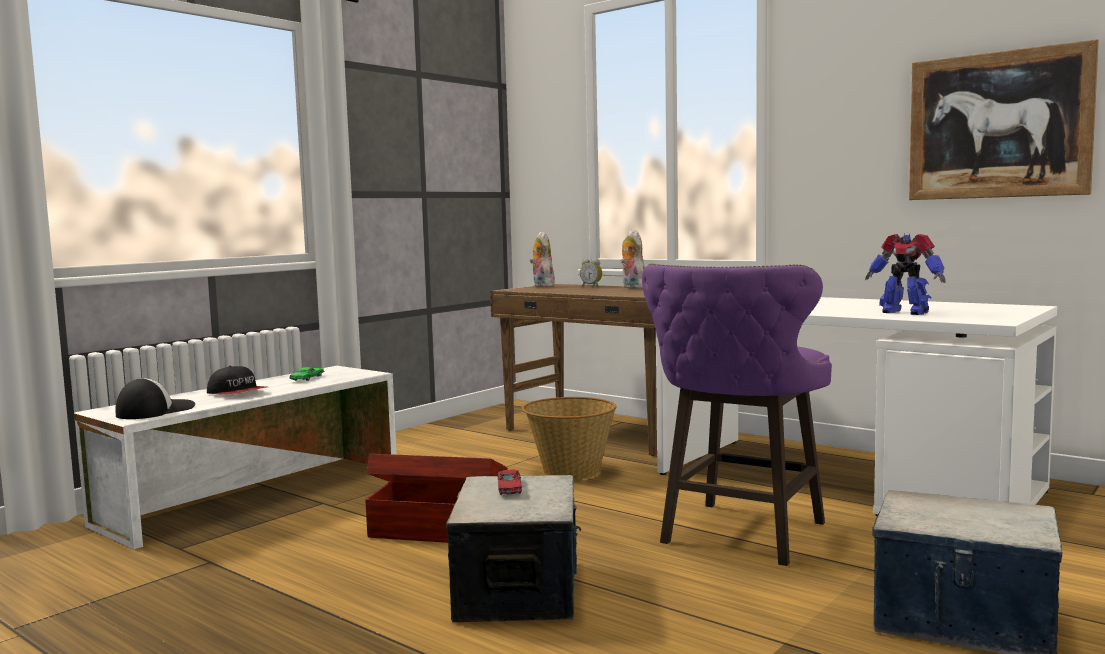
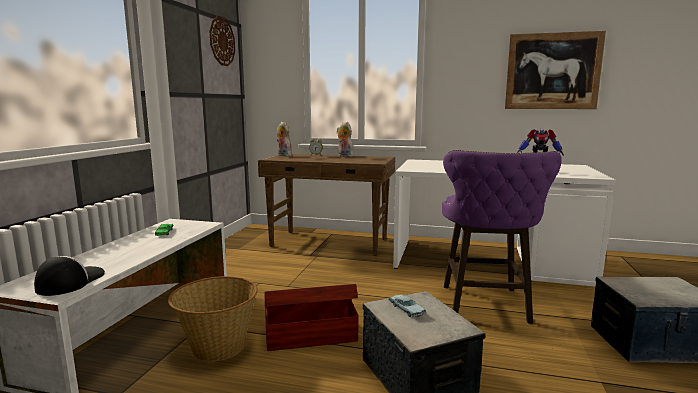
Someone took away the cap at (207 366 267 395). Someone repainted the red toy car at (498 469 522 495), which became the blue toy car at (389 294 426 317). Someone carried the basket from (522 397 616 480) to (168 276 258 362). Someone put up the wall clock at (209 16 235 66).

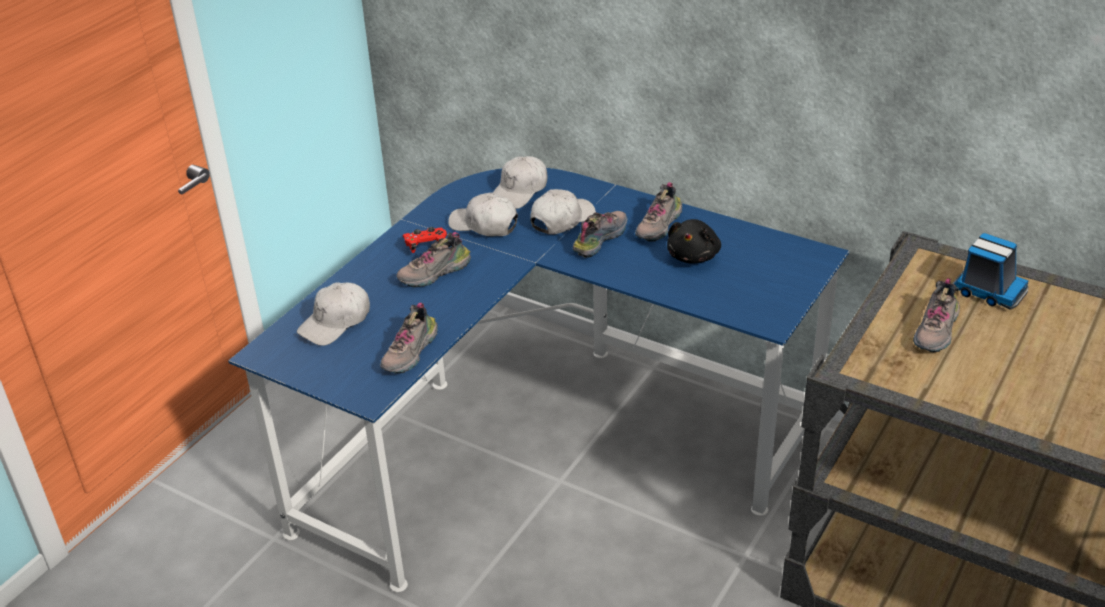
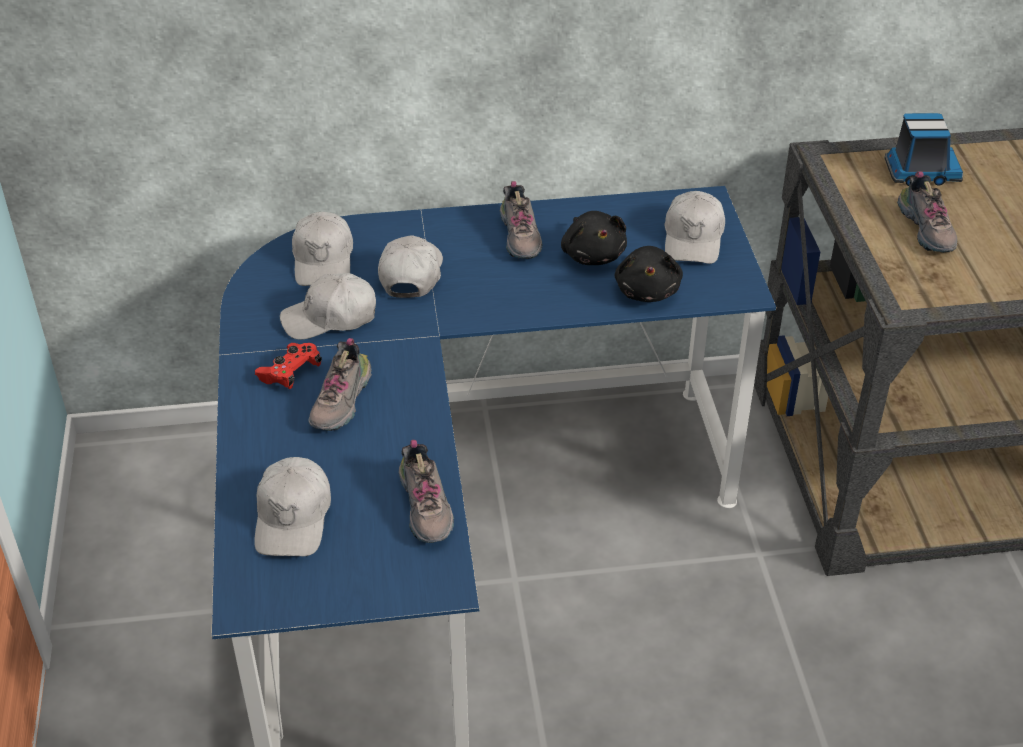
Someone took away the shoe at (573 211 628 258). Someone put down the black plush toy at (615 246 683 302). Someone put down the white cap at (664 191 725 264).

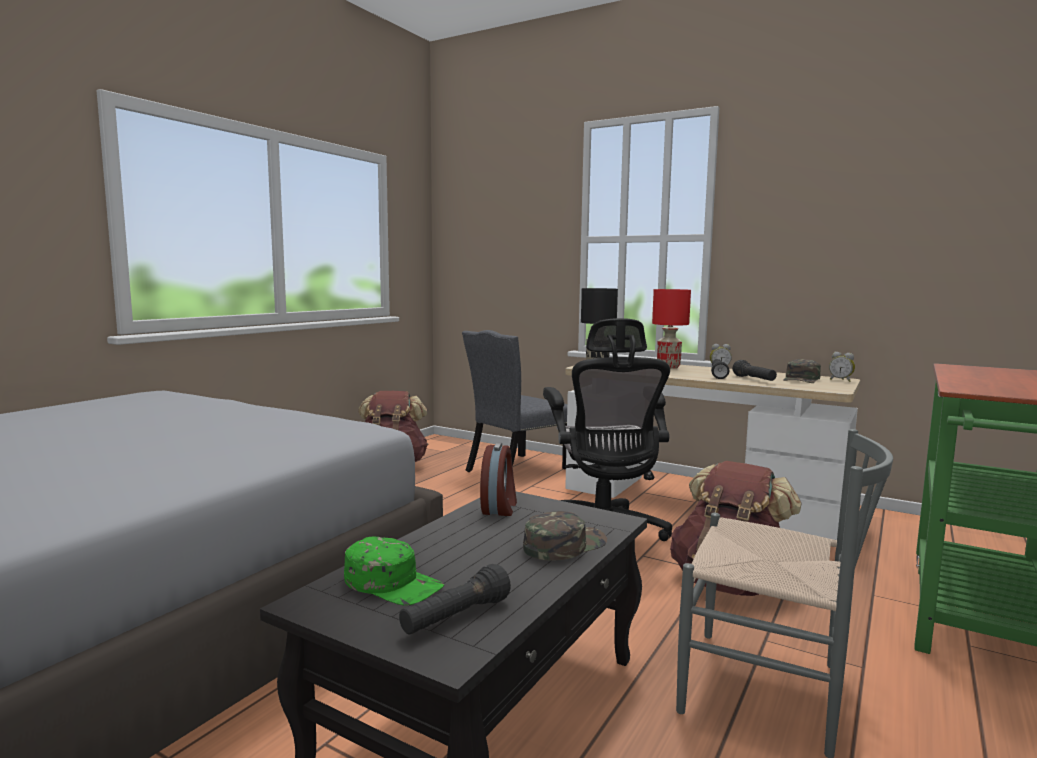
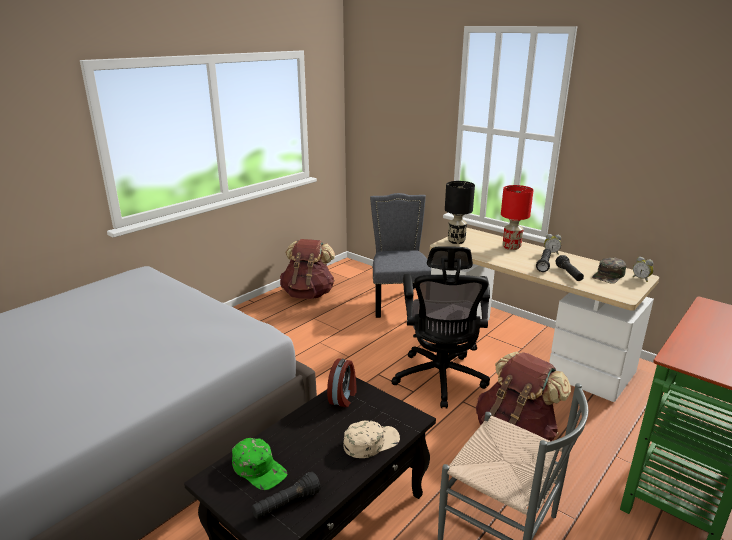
Someone rotated the grey chair at (462 330 567 472) by 120 degrees clockwise. Someone repainted the green cap at (523 511 607 560), which became the beige cap at (343 420 400 458).

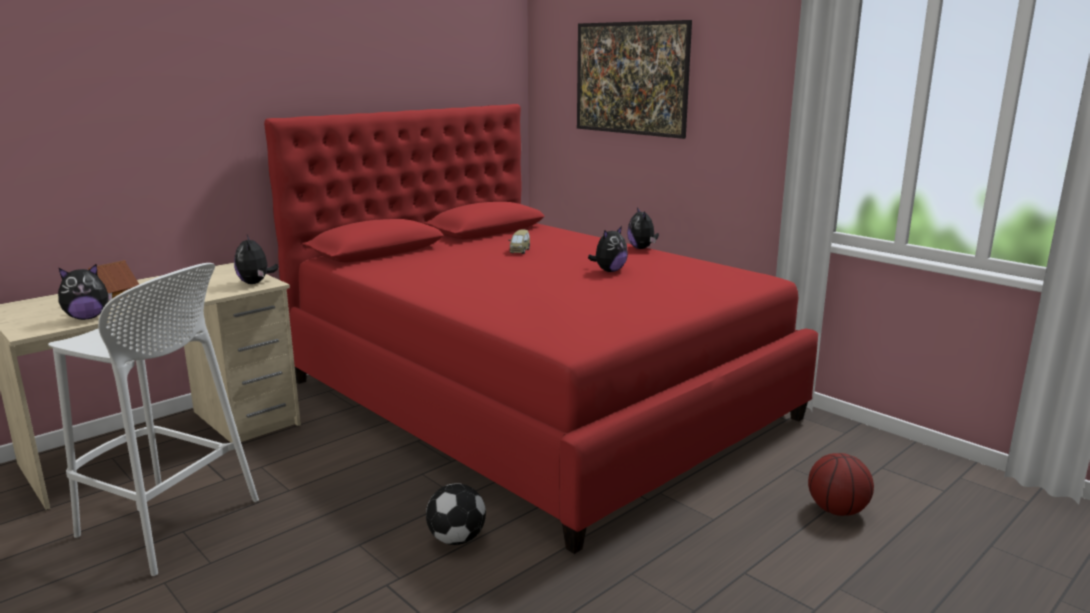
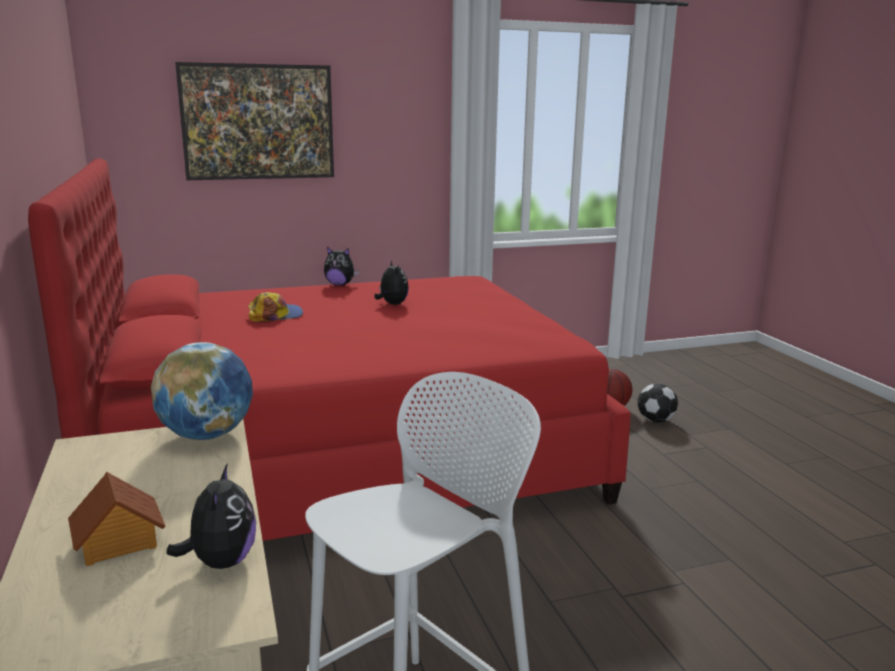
Someone swapped the plush toy at (234 235 279 284) for the globe at (151 342 253 440). Someone carried the football from (426 483 486 545) to (637 383 678 423). Someone swapped the toy car at (508 230 530 254) for the cap at (248 292 303 322).

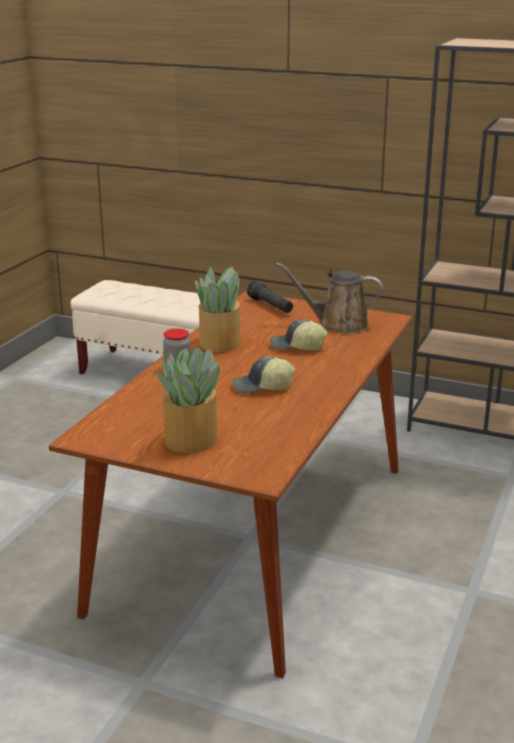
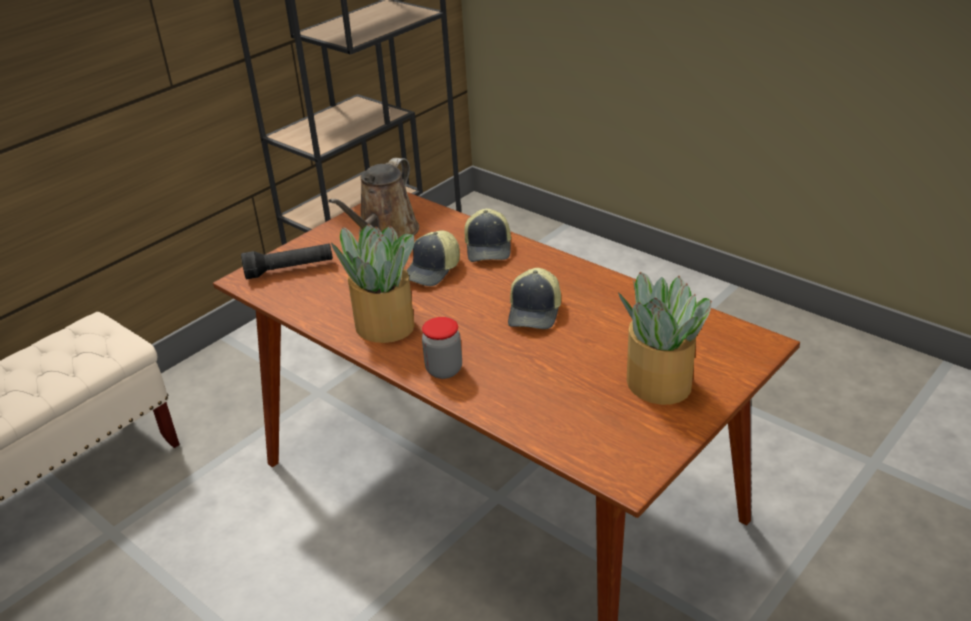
Someone put down the cap at (464 209 512 262).

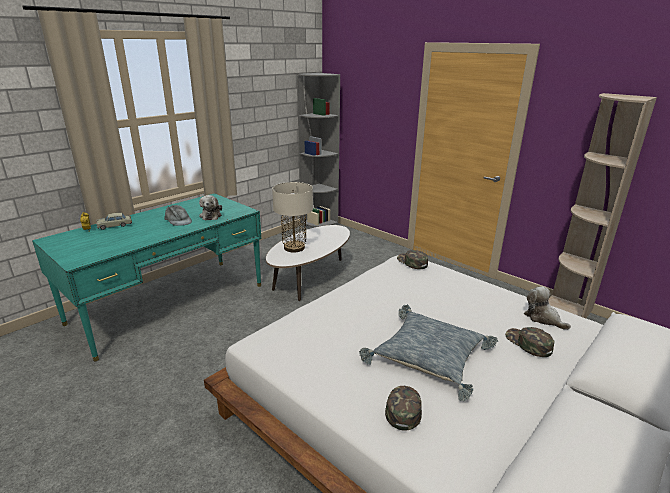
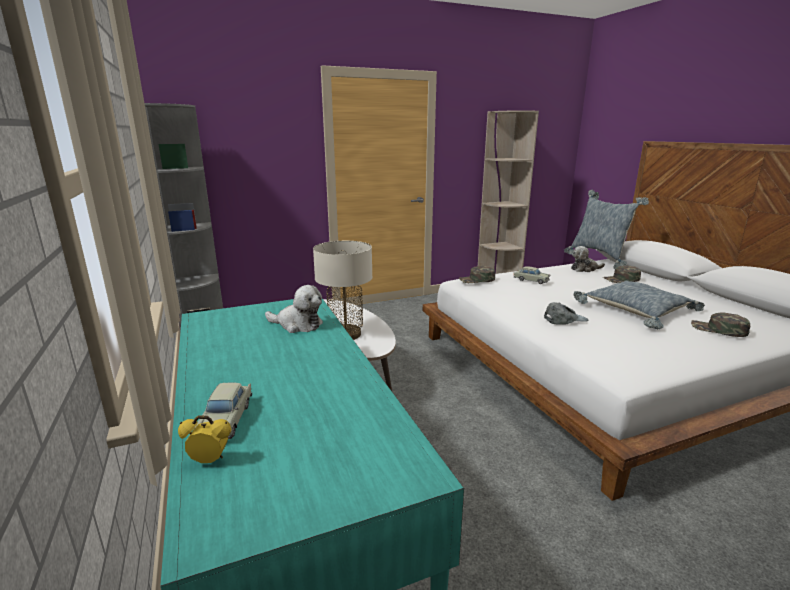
Someone carried the grey cap from (164 205 192 226) to (544 302 588 325). Someone put down the beige toy car at (514 266 550 284). Someone put down the pillow at (564 190 649 269).

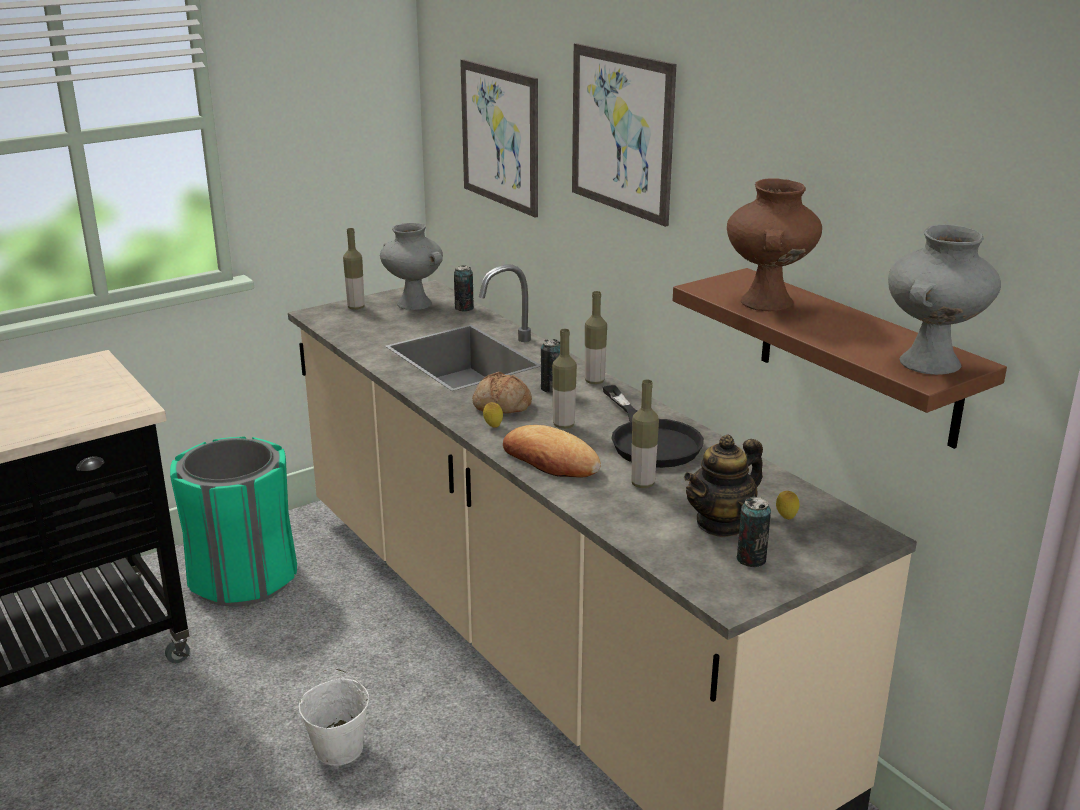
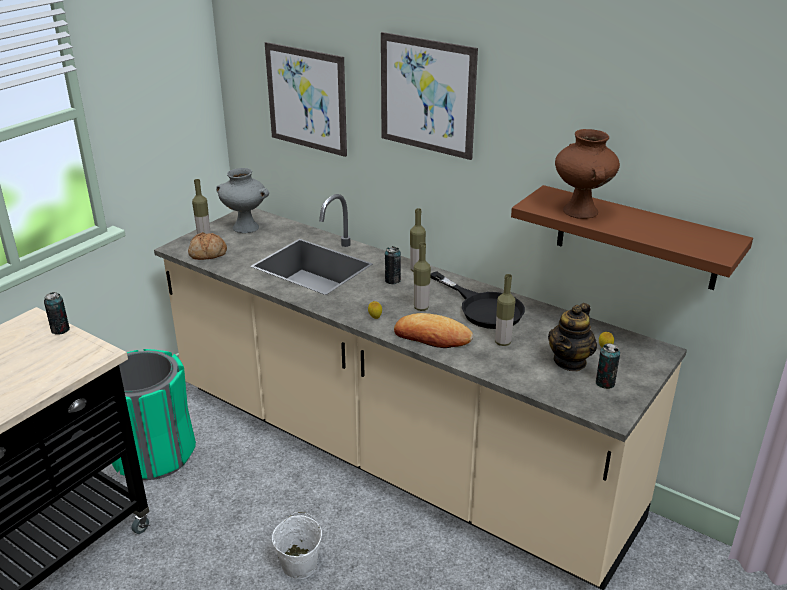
Someone carried the can from (454 265 474 312) to (44 292 70 334). Someone carried the bread from (472 372 532 414) to (188 232 227 260). Someone took away the grey vase at (888 224 1001 375).

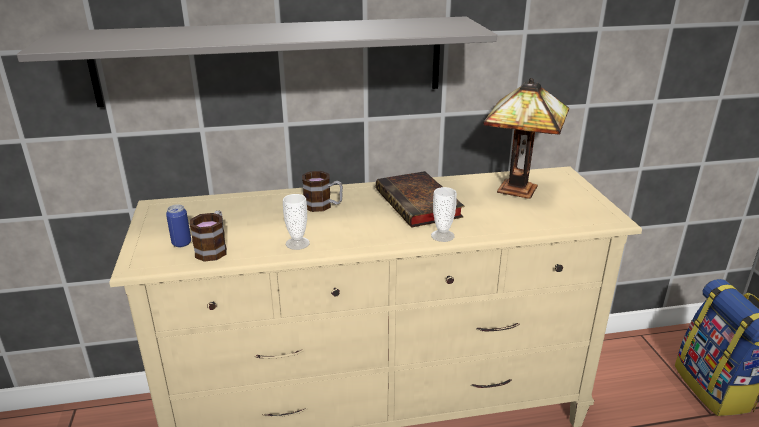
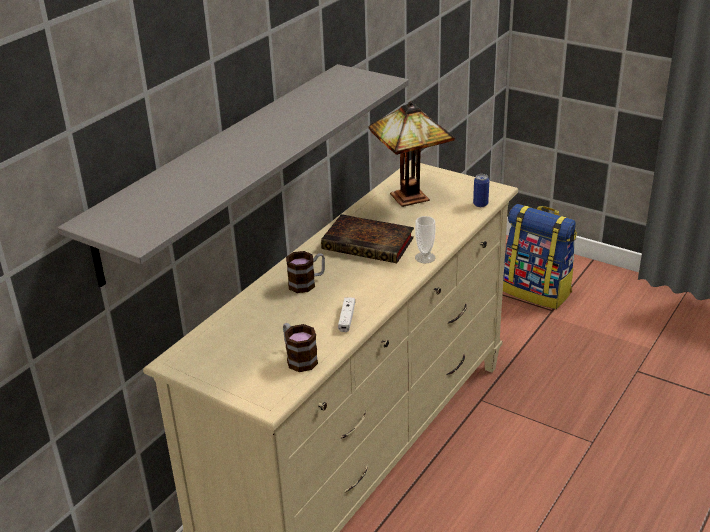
Someone carried the can from (166 204 191 247) to (473 174 489 207). Someone swapped the cup at (283 194 310 250) for the white game controller at (338 297 355 332).

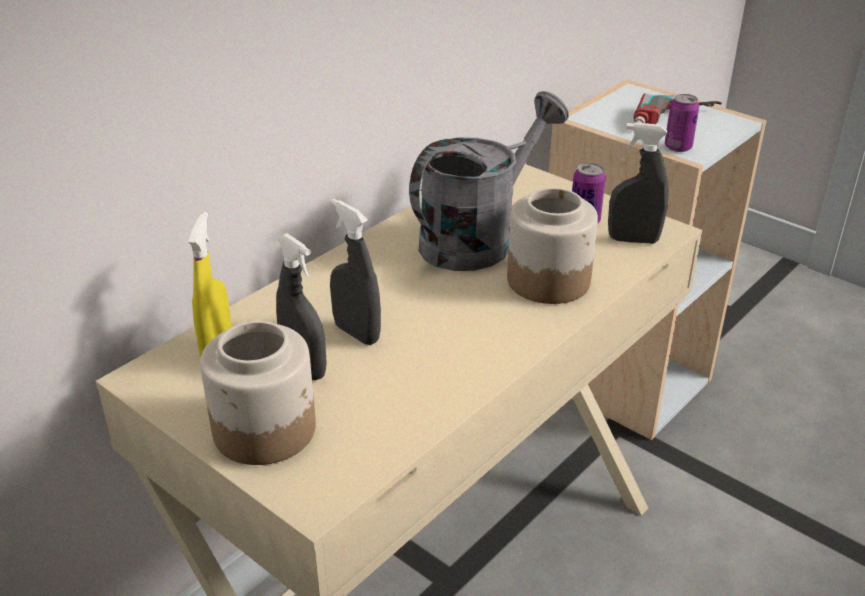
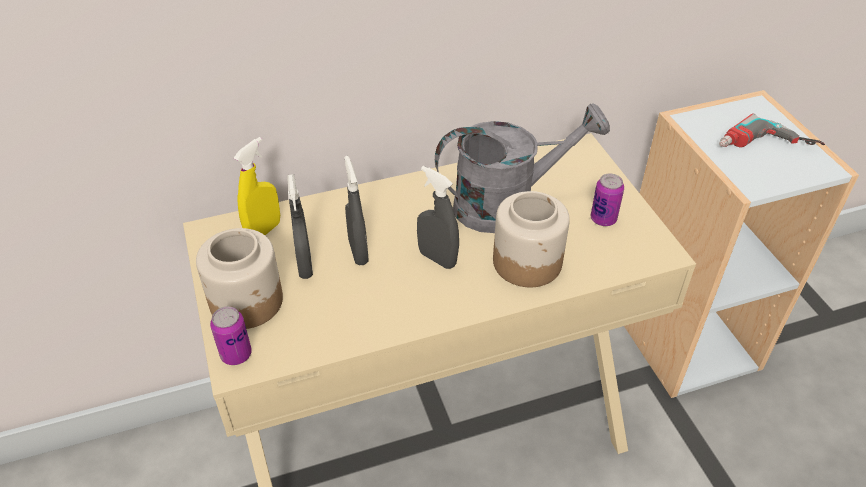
Someone carried the grey spray bottle from (608 122 669 244) to (417 166 459 269). Someone carried the can from (665 94 699 152) to (210 306 252 365).

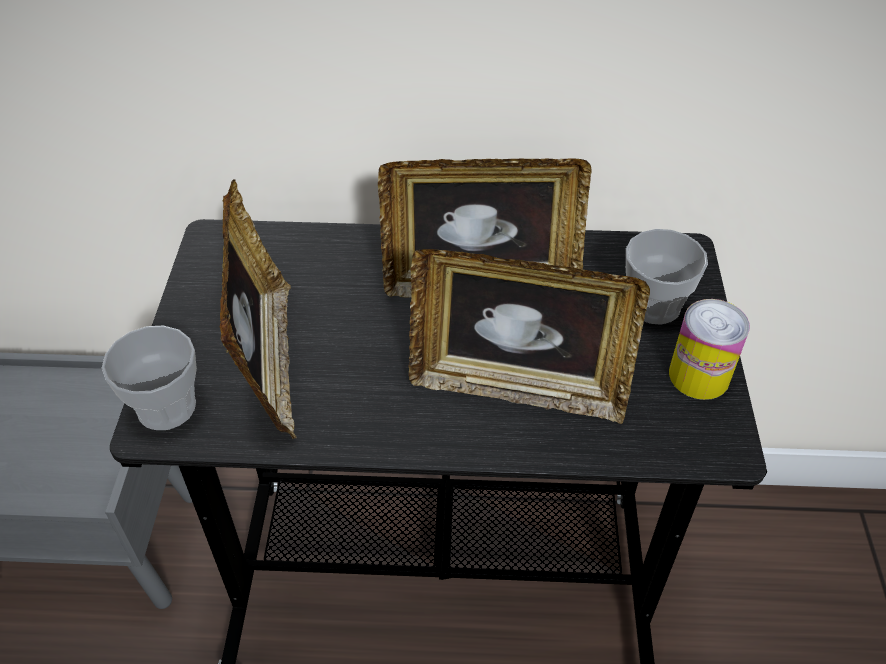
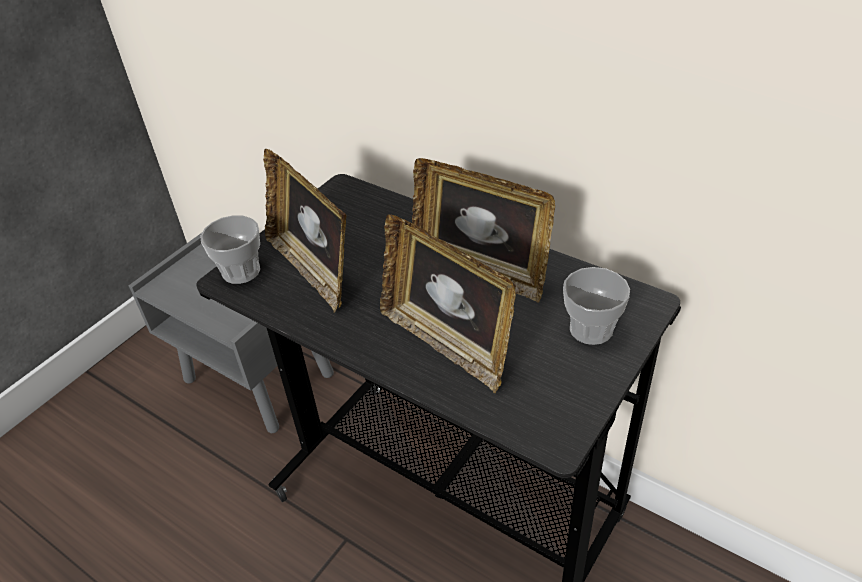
Someone rotated the picture frame at (219 179 297 439) by 120 degrees clockwise. Someone took away the can at (669 299 750 400).

